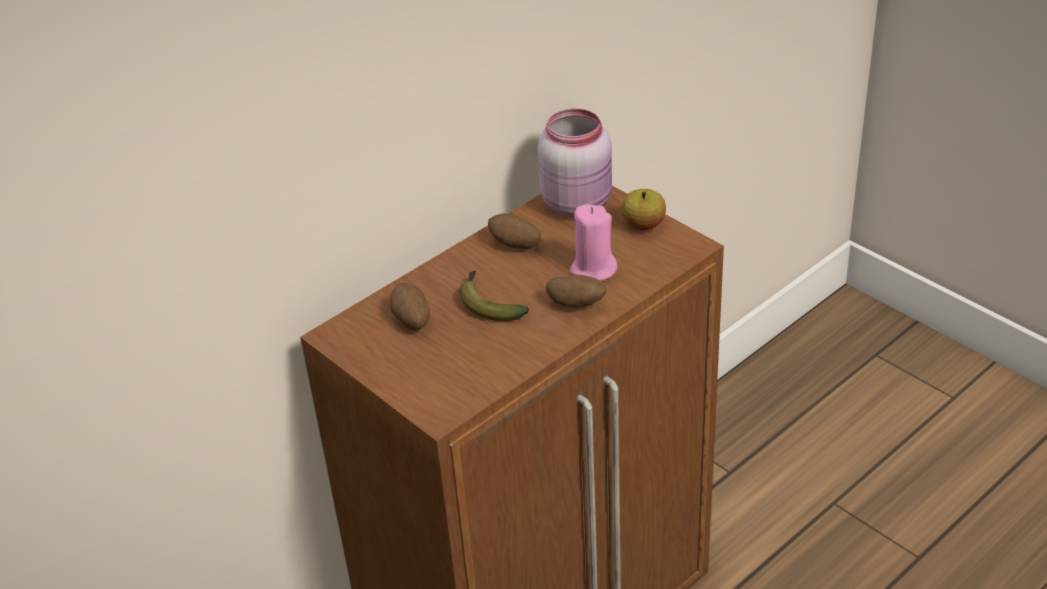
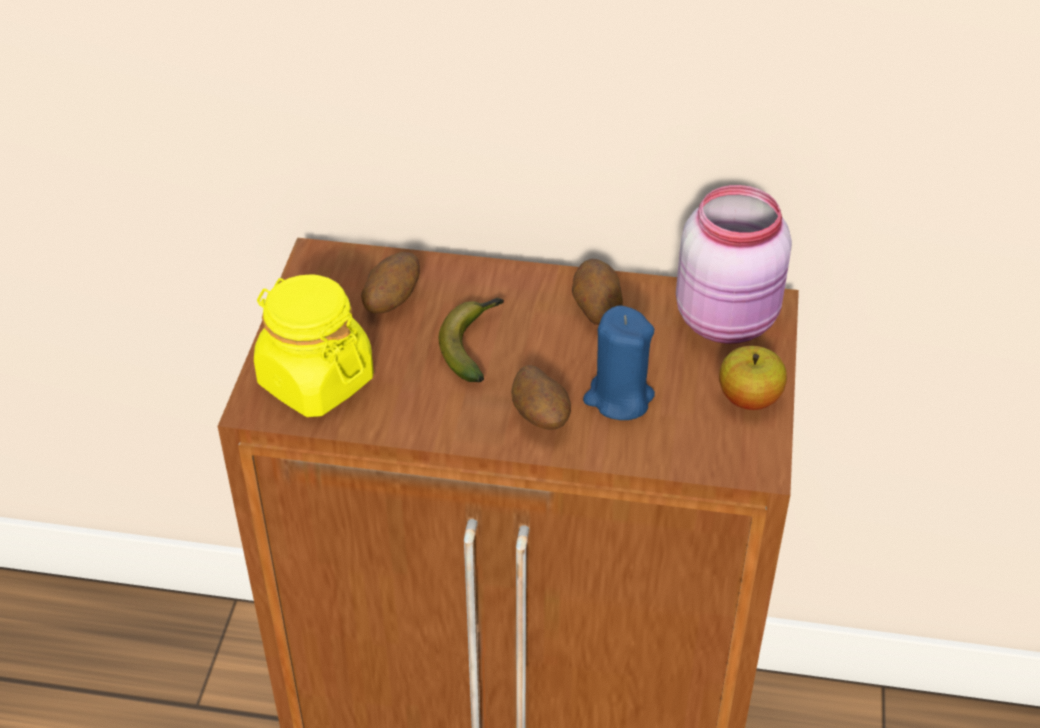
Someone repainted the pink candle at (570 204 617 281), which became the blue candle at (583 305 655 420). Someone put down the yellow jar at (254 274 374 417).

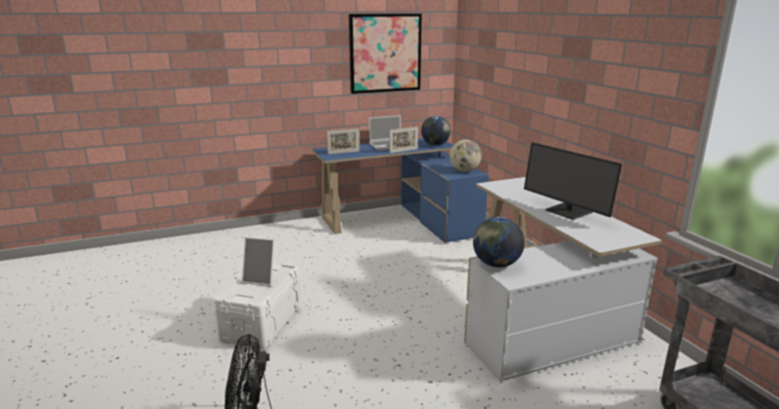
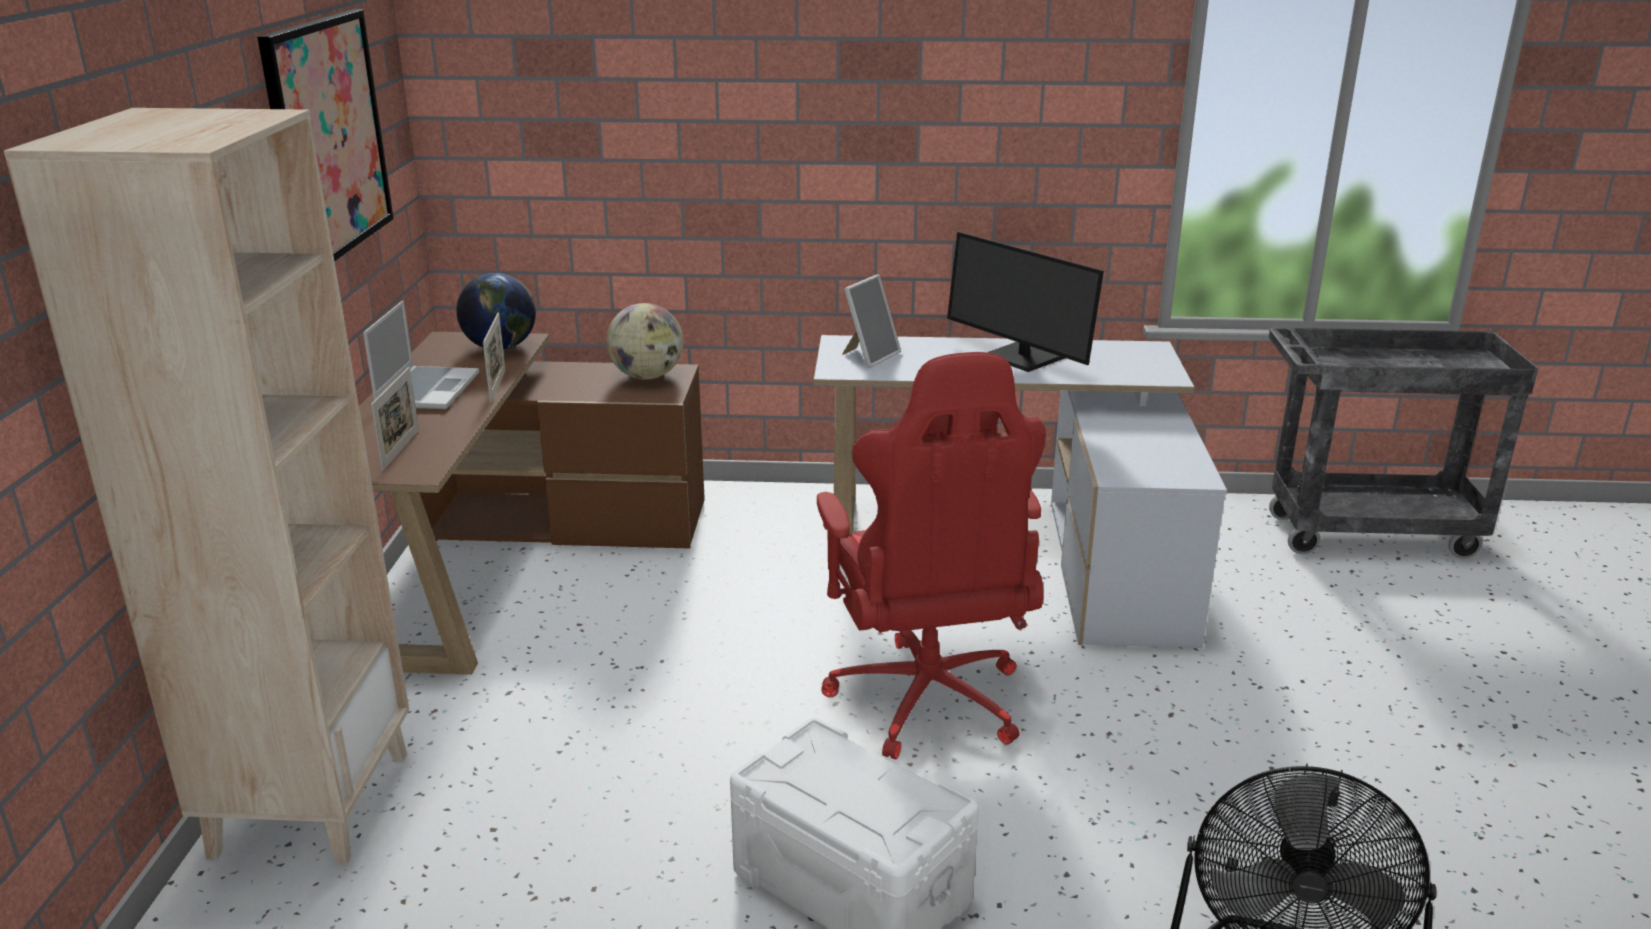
Someone carried the picture frame from (242 237 275 286) to (842 274 901 368). Someone repainted the blue desk at (311 138 489 243), which became the brown desk at (359 332 705 675). Someone took away the globe at (473 217 525 268). Someone rotated the monitor at (524 142 622 220) by 60 degrees clockwise. Someone put down the beige bookcase at (4 108 409 865). Someone put down the red office chair at (817 352 1046 759).

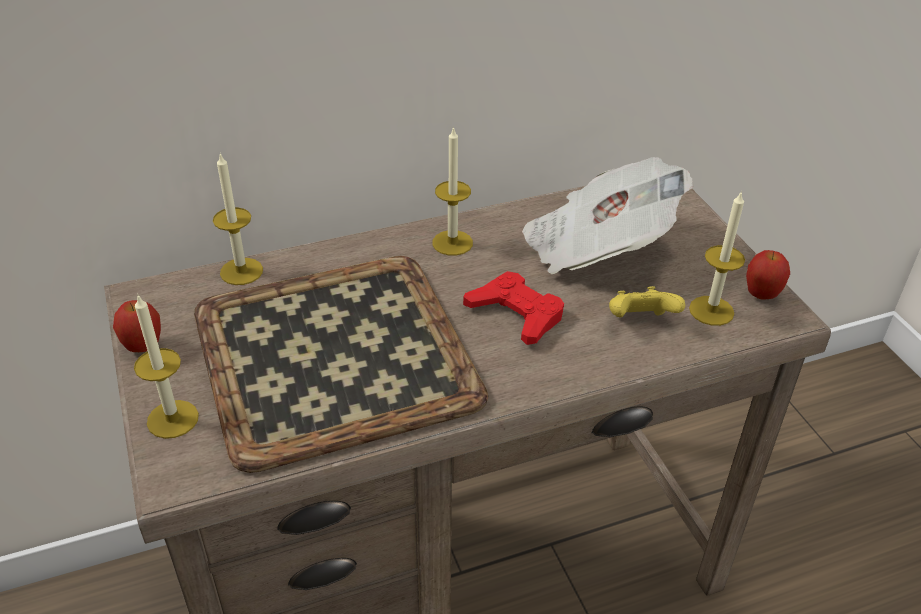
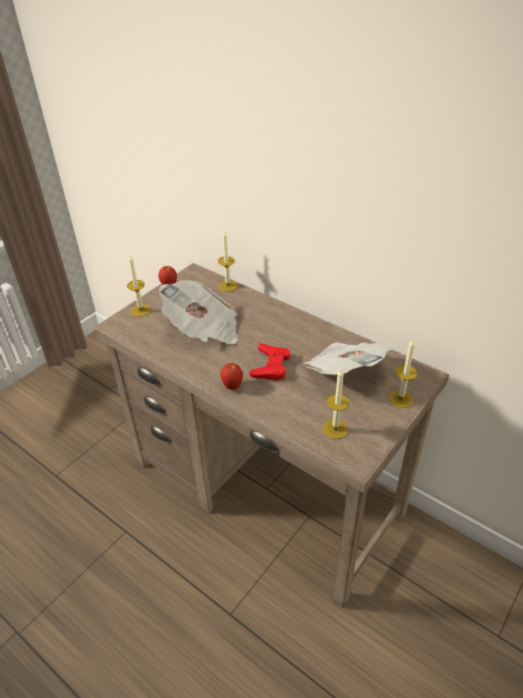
Someone swapped the tray at (194 256 488 473) for the newspaper at (159 280 237 344). Someone carried the candle from (432 126 473 256) to (389 339 417 408). Someone took away the yellow game controller at (609 286 685 318). Someone carried the apple from (746 250 790 299) to (220 363 243 390).

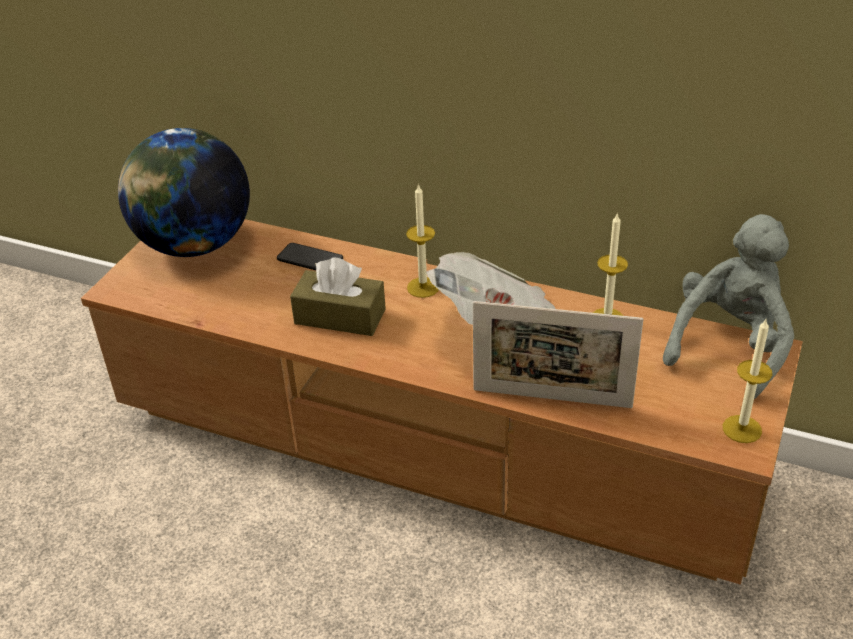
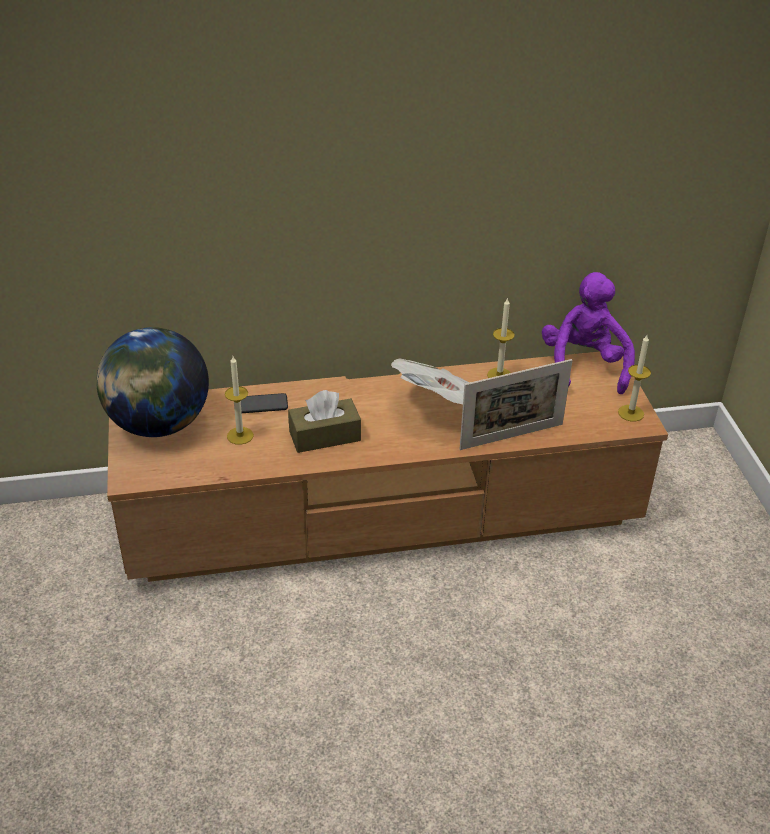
Someone carried the candle from (406 184 439 298) to (225 356 254 445). Someone repainted the grey plush toy at (663 214 794 399), which became the purple plush toy at (542 272 635 394).

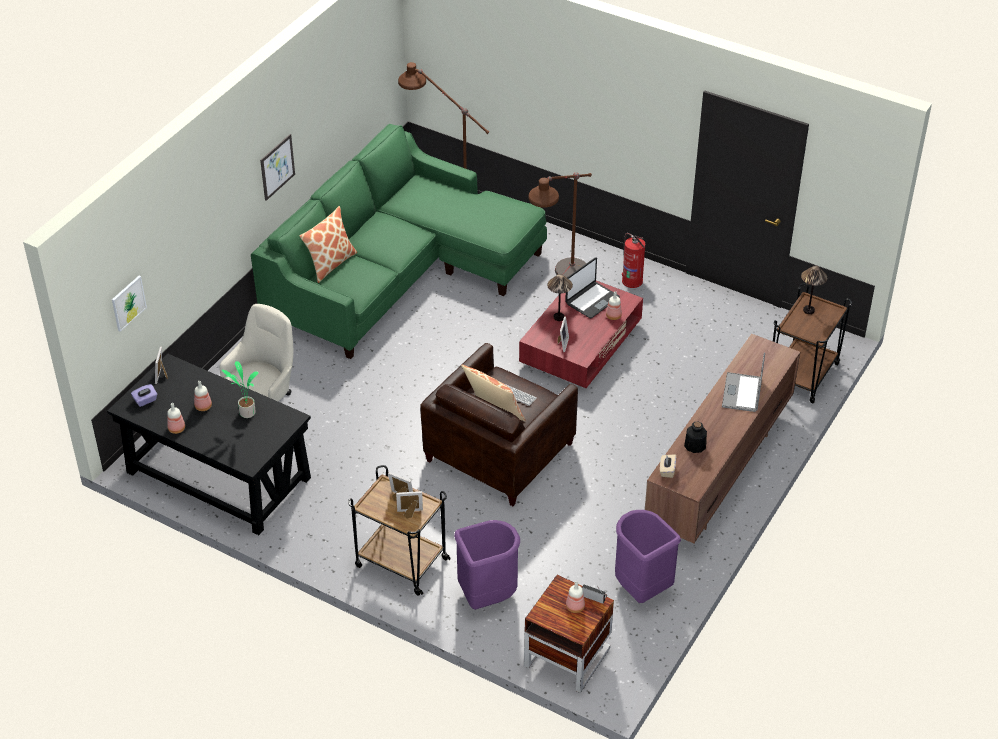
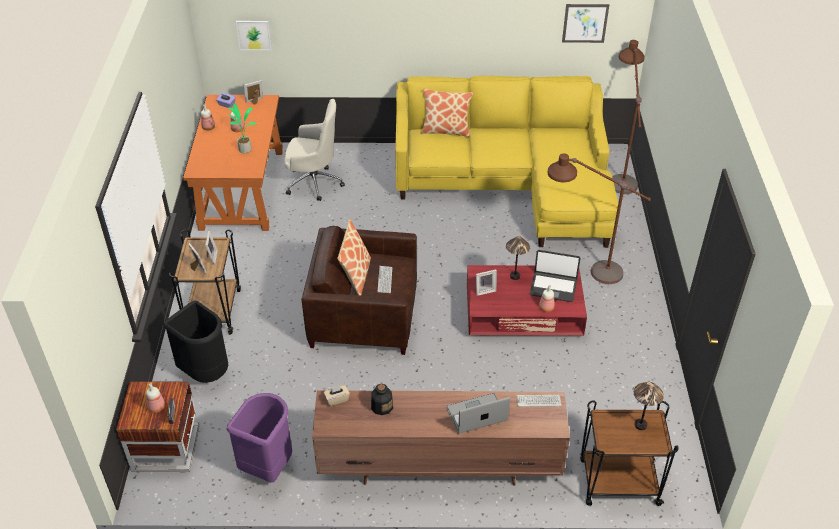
Someone repainted the black desk at (107 354 311 535), which became the orange desk at (183 95 283 231). Someone repainted the green sofa at (251 124 547 359), which became the yellow sofa at (395 76 618 248). Someone carried the picture from (260 134 295 201) to (562 4 609 43). Someone repainted the purple trash can at (454 520 520 610), which became the black trash can at (163 300 228 383). Someone took away the fire extinguisher at (622 233 645 288). Someone put down the keyboard at (517 395 561 407).

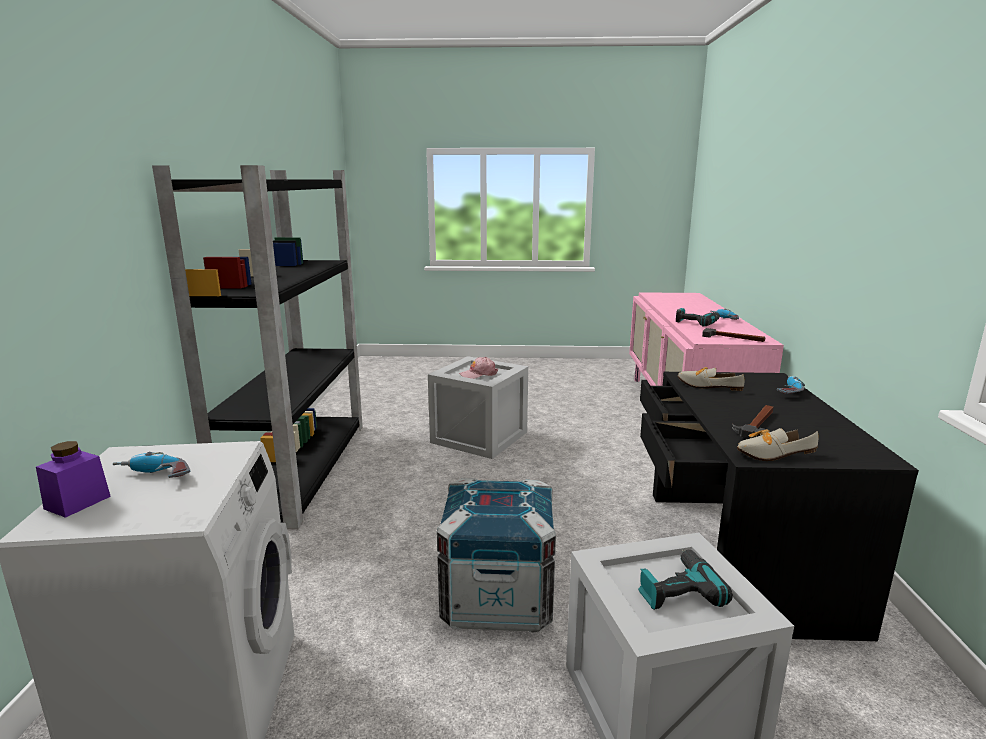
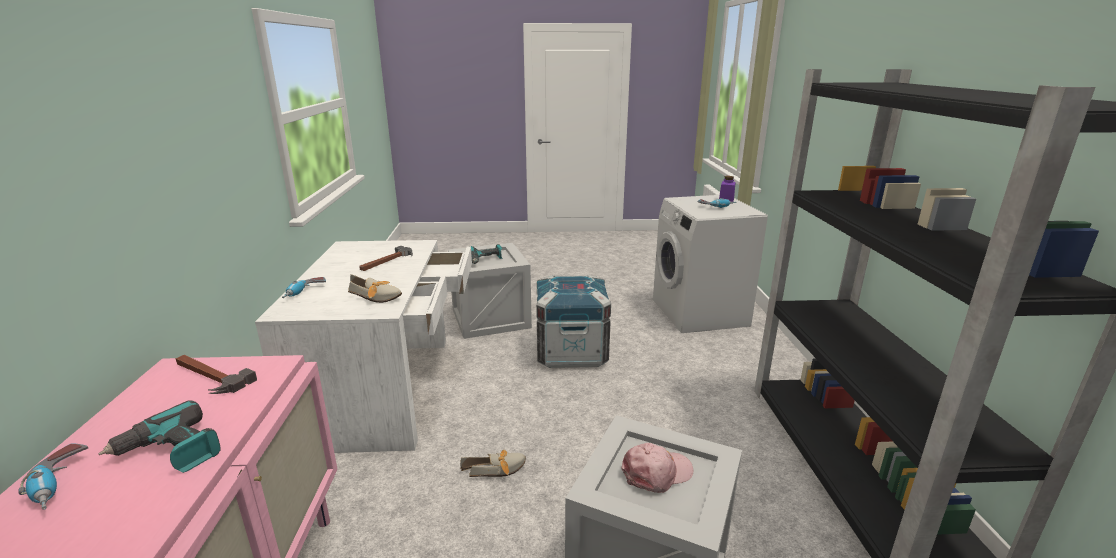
Someone repainted the black desk at (640 372 919 641), which became the white desk at (255 240 472 453). Someone carried the shoe from (737 428 818 461) to (460 450 526 477).

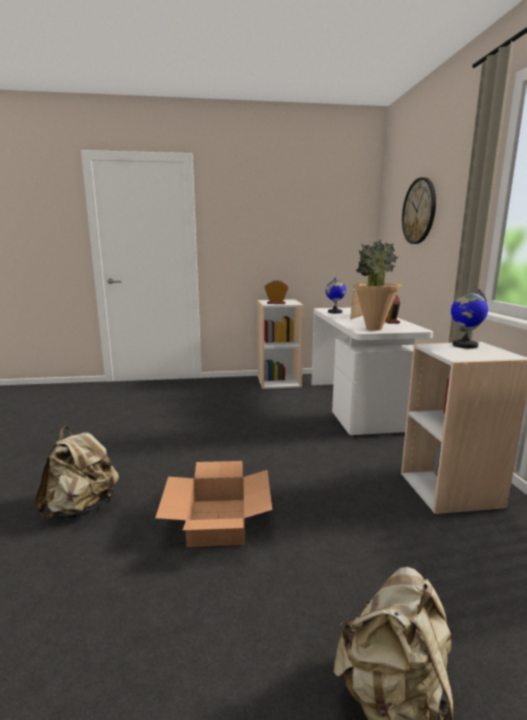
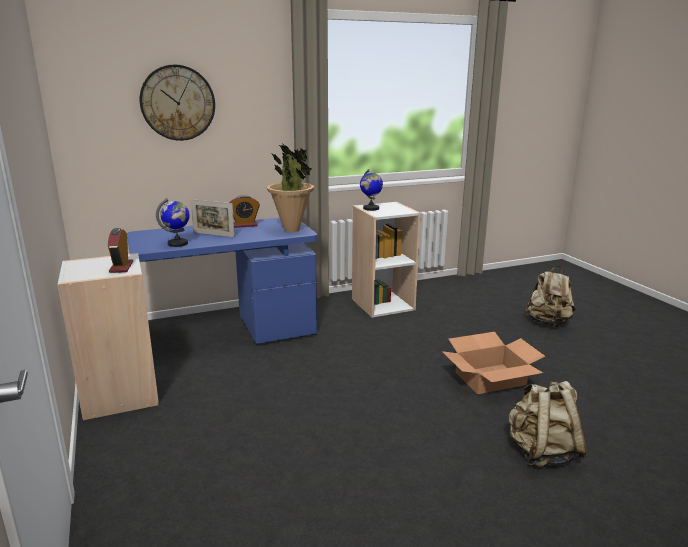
Someone repainted the white desk at (311 308 433 438), which became the blue desk at (127 218 317 345).

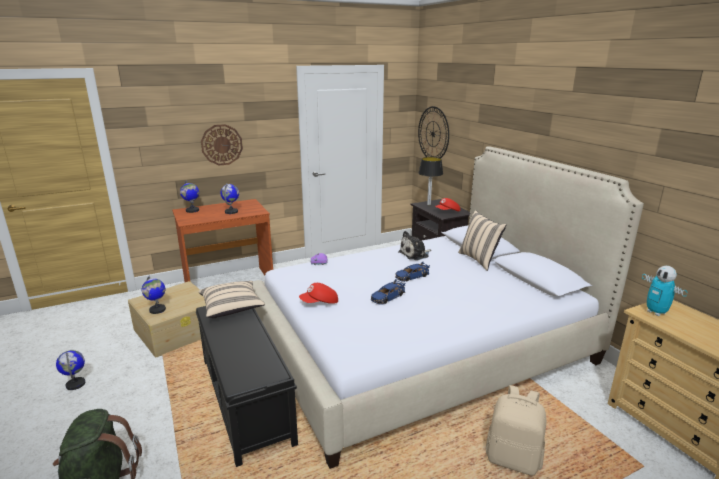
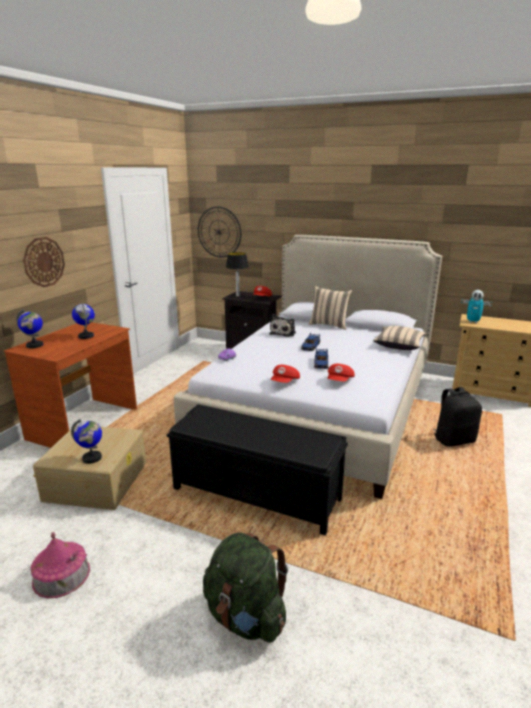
Someone swapped the globe at (56 350 85 390) for the toy house at (31 532 90 598). Someone carried the beige pillow from (198 281 265 318) to (373 326 426 350). Someone repainted the beige backpack at (486 385 546 476), which became the black backpack at (433 387 482 447). Someone put down the red cap at (328 364 355 382).

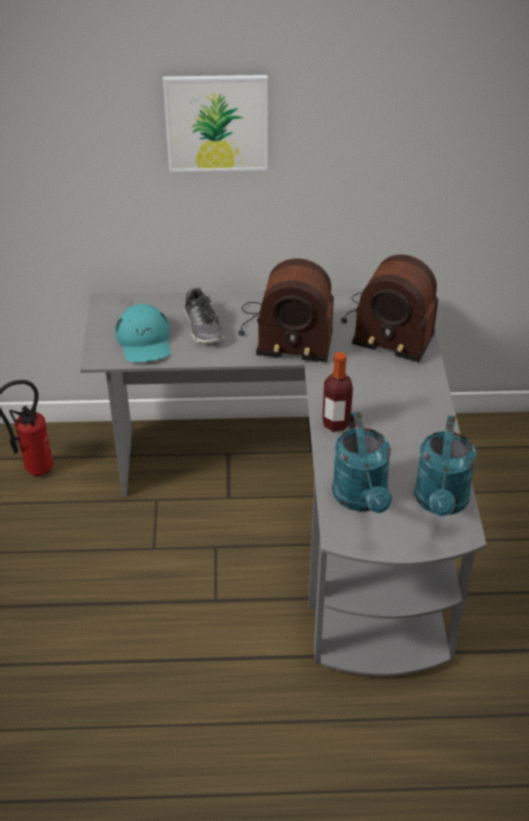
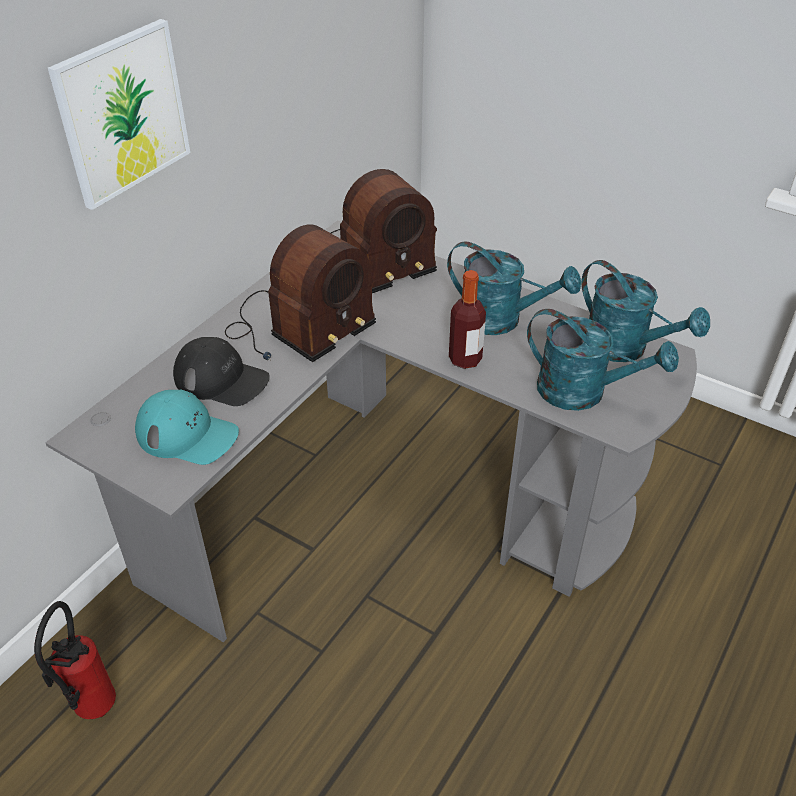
Someone swapped the shoe at (184 287 223 344) for the black cap at (173 337 270 406). Someone put down the turquoise watering can at (447 241 581 335).

